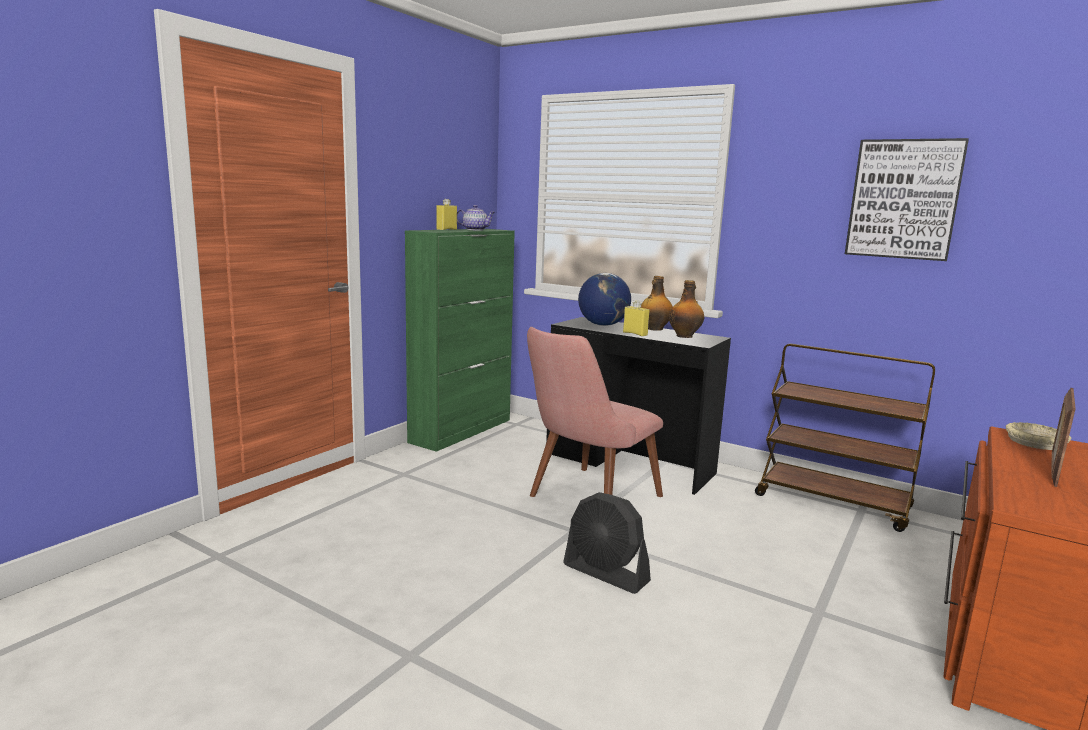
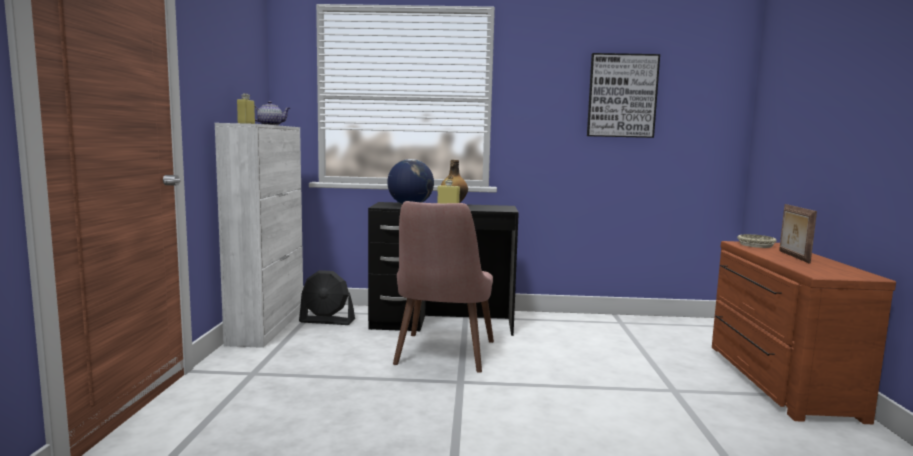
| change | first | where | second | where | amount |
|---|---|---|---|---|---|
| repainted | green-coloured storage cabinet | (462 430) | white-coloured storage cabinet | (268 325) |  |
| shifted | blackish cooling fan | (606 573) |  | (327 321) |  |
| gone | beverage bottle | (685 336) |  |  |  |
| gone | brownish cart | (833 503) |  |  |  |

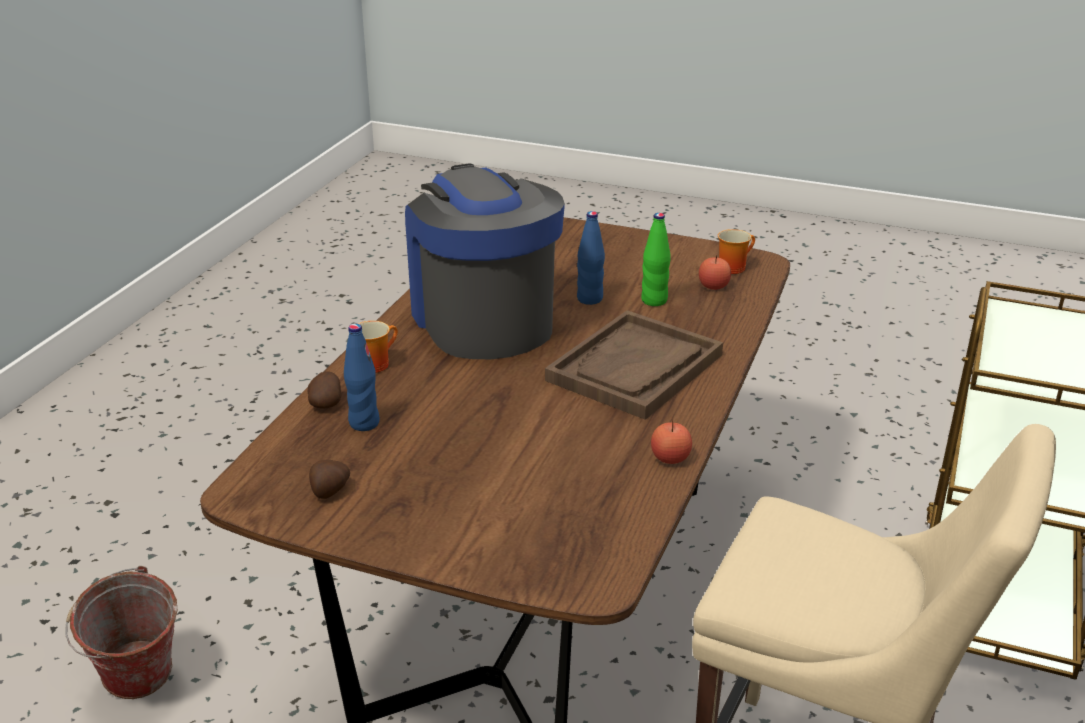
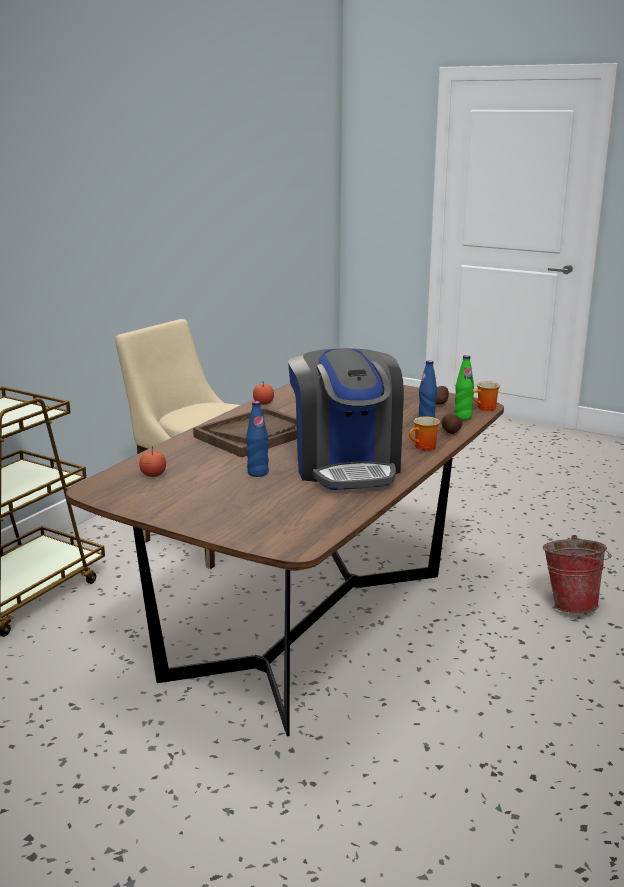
| change | first | where | second | where | amount |
|---|---|---|---|---|---|
| shifted | green-coloured beverage bottle | (654 300) |  | (462 417) |  |
| shifted | tea mug | (732 266) |  | (485 408) |  |

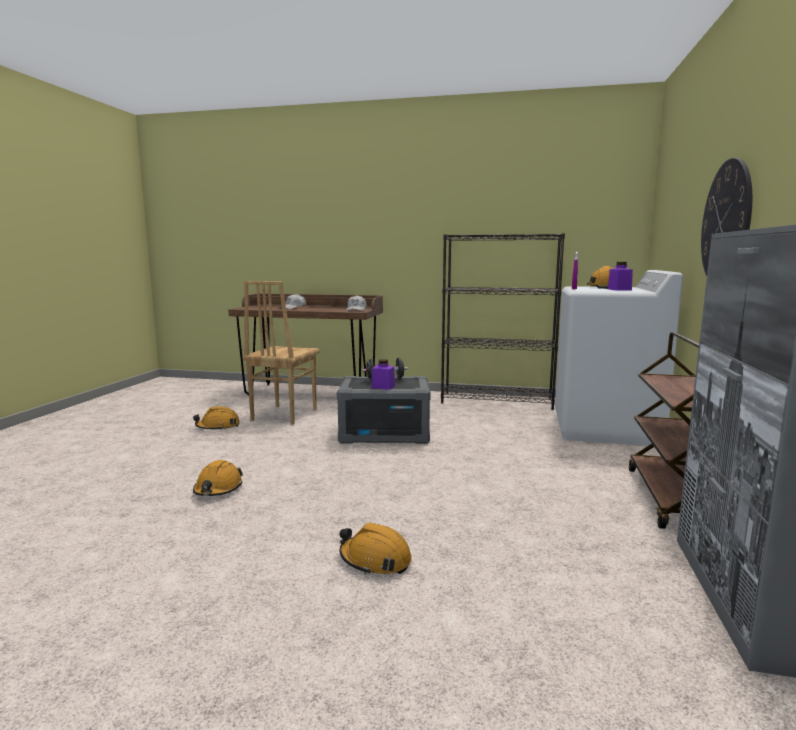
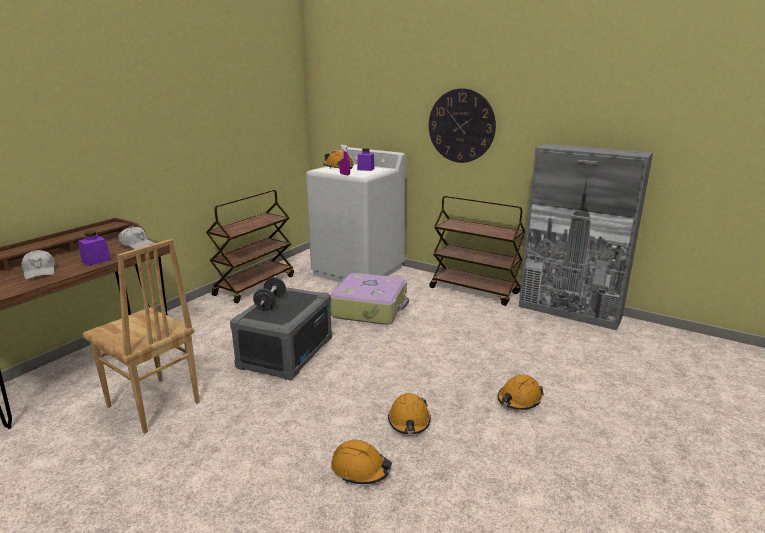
| change | first | where | second | where | amount |
|---|---|---|---|---|---|
| shifted | orange-coloured hard hat | (218 427) |  | (409 421) |  |
| shifted | purple storage jar | (383 387) |  | (96 260) |  |
| swapped | blackish bookcase | (497 401) | brownish cart | (255 285) |  |
| new |  |  | travel case | (370 308) |  |

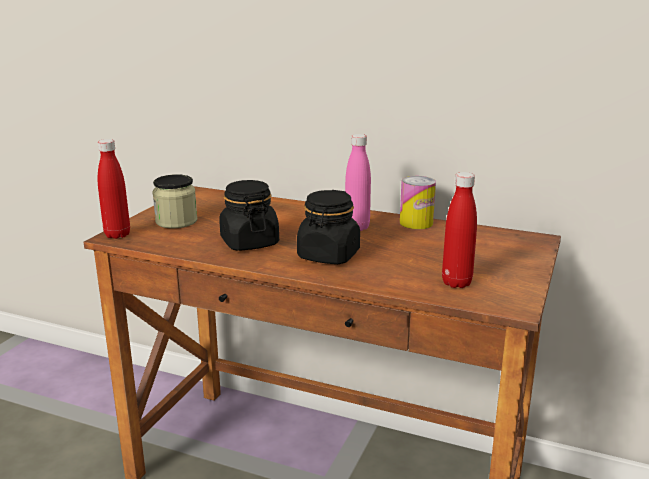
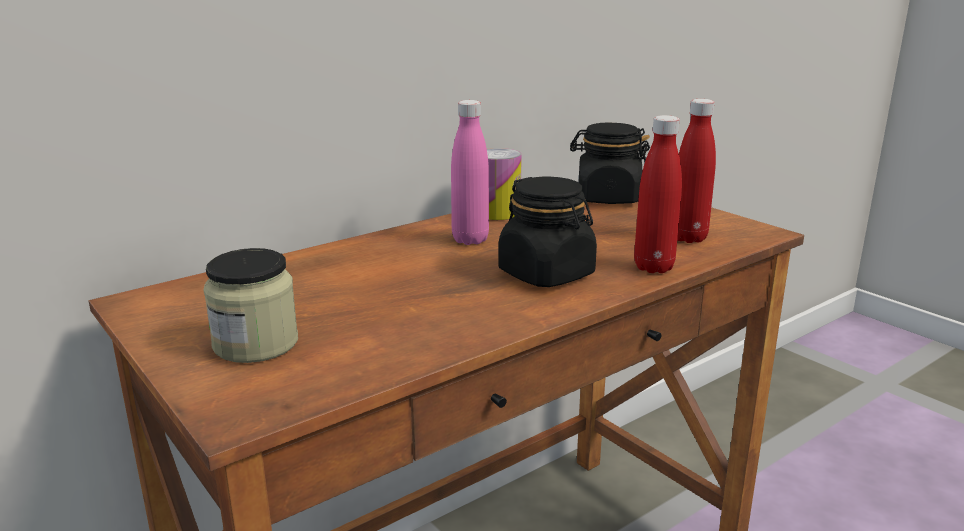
| change | first | where | second | where | amount |
|---|---|---|---|---|---|
| shifted | red beverage bottle | (117 235) |  | (653 267) |  |
| shifted | blackish storage jar | (249 242) |  | (607 198) |  |

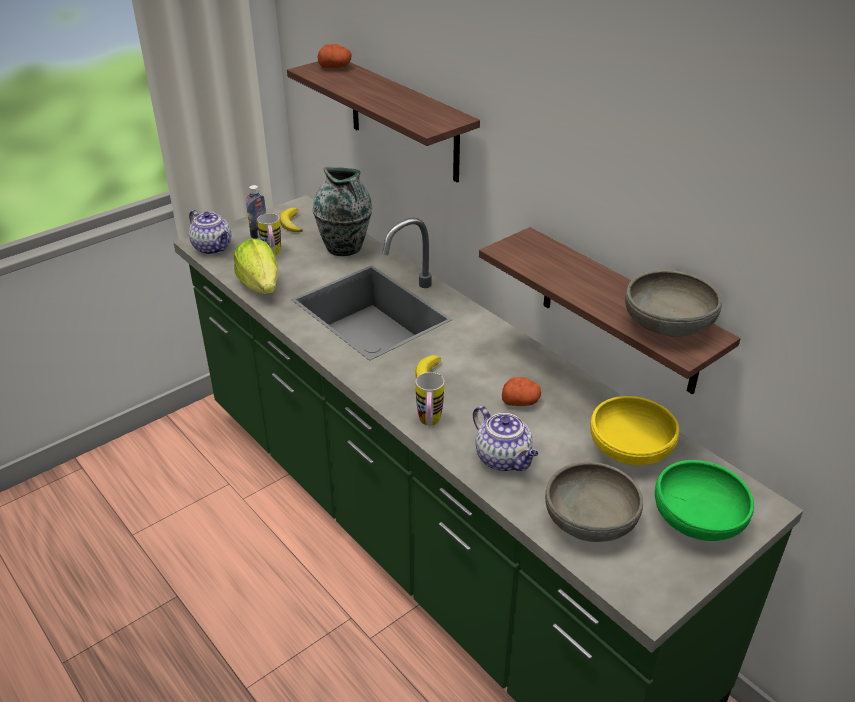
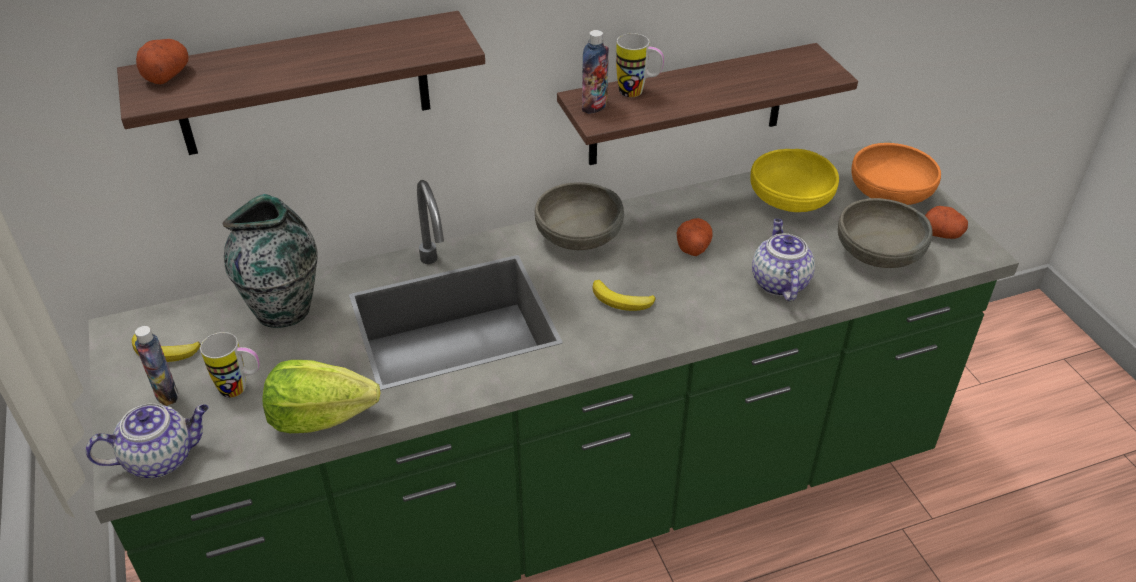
| change | first | where | second | where | amount |
|---|---|---|---|---|---|
| shifted | tea mug | (429 423) |  | (638 93) |  |
| rotated | pot for tea | (504 459) |  | (778 282) | 75 degrees counterclockwise |
| shifted | greyish deep dish | (667 325) |  | (579 236) |  |
| repainted | green-coloured deep dish | (697 519) | orange-coloured deep dish | (889 194) |  |
| new |  |  | beverage bottle | (594 107) |  |
| new |  |  | potato | (942 233) |  |

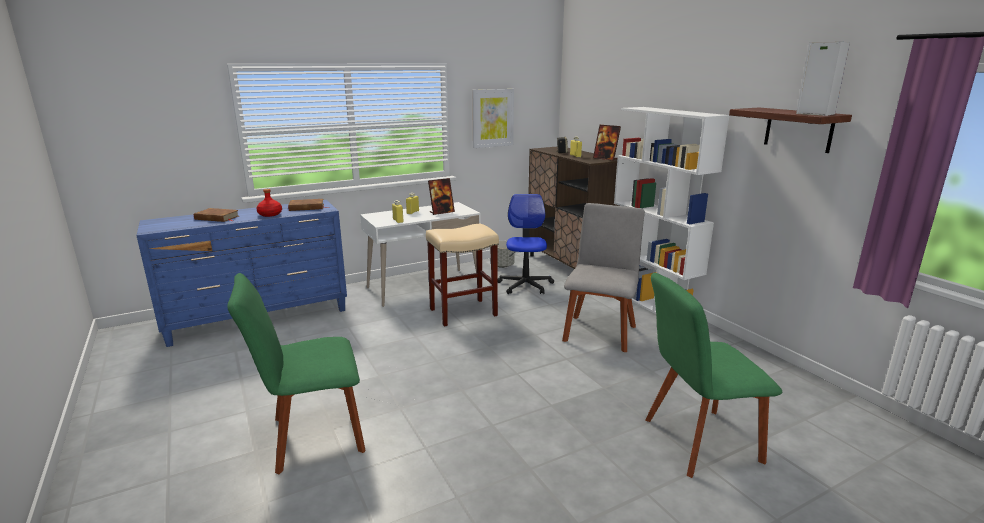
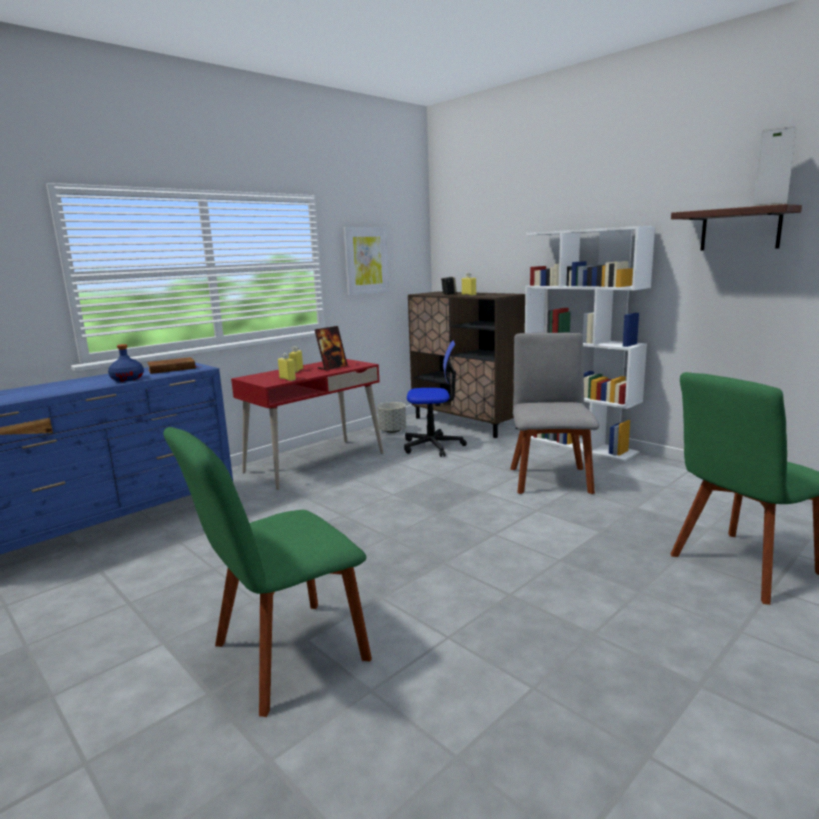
| change | first | where | second | where | amount |
|---|---|---|---|---|---|
| gone | brownish bound book | (217 218) |  |  |  |
| repainted | red beverage bottle | (270 214) | blue beverage bottle | (127 379) |  |
| repainted | white-coloured desk | (423 287) | red desk | (315 463) |  |
| gone | sand-coloured sitting stool | (462 313) |  |  |  |
| rotated | computer chair | (525 285) |  | (433 446) | 105 degrees clockwise |
| gone | picture frame | (605 158) |  |  |  |

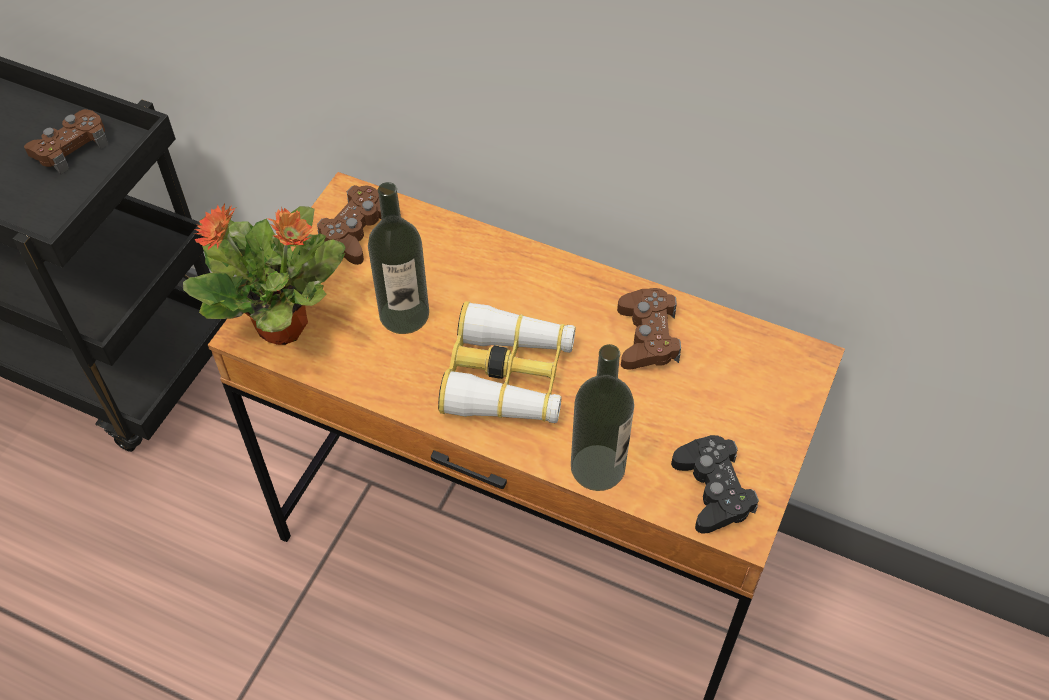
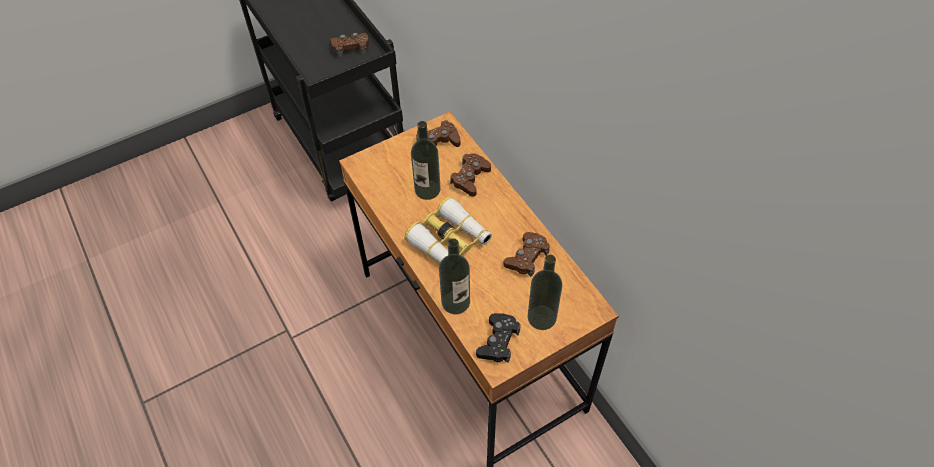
| change | first | where | second | where | amount |
|---|---|---|---|---|---|
| gone | plant in a pot | (284 326) |  |  |  |
| new |  |  | brownish game controller | (470 178) |  |
| new |  |  | beverage bottle | (542 317) |  |

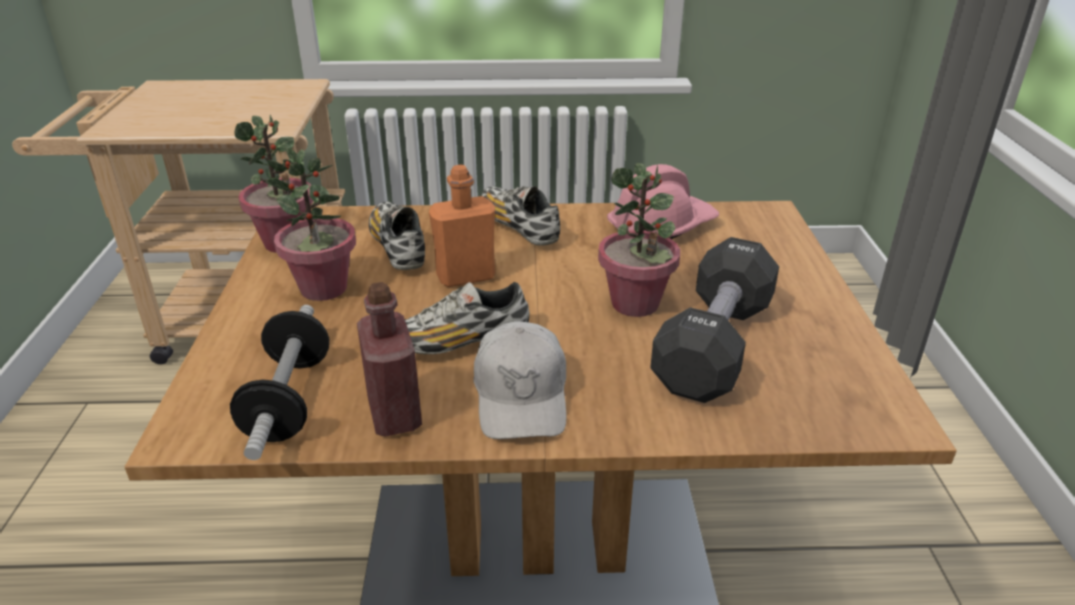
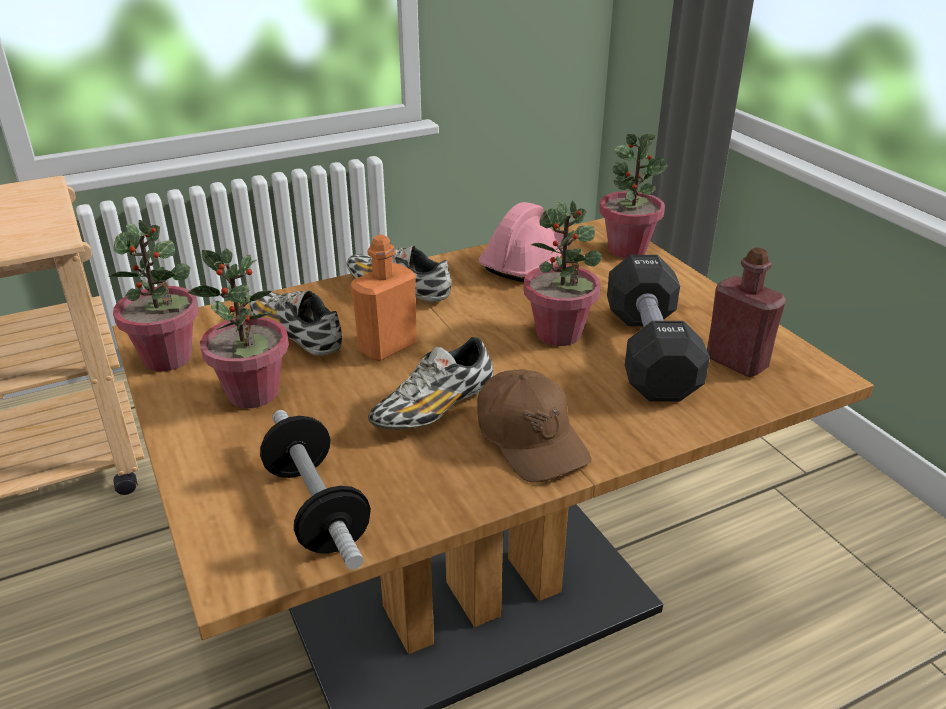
| change | first | where | second | where | amount |
|---|---|---|---|---|---|
| shifted | red beverage bottle | (394 414) |  | (736 362) |  |
| repainted | white-coloured baseball cap | (521 396) | brownish baseball cap | (530 439) |  |
| new |  |  | plant in a pot | (627 249) |  |

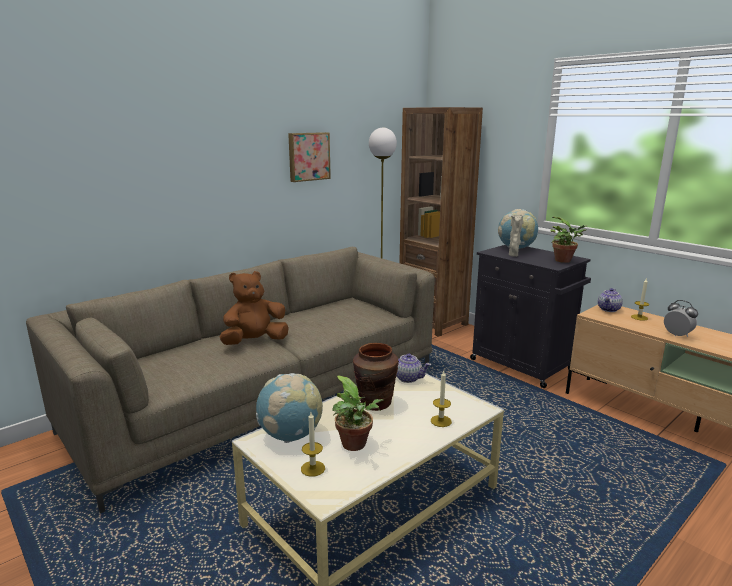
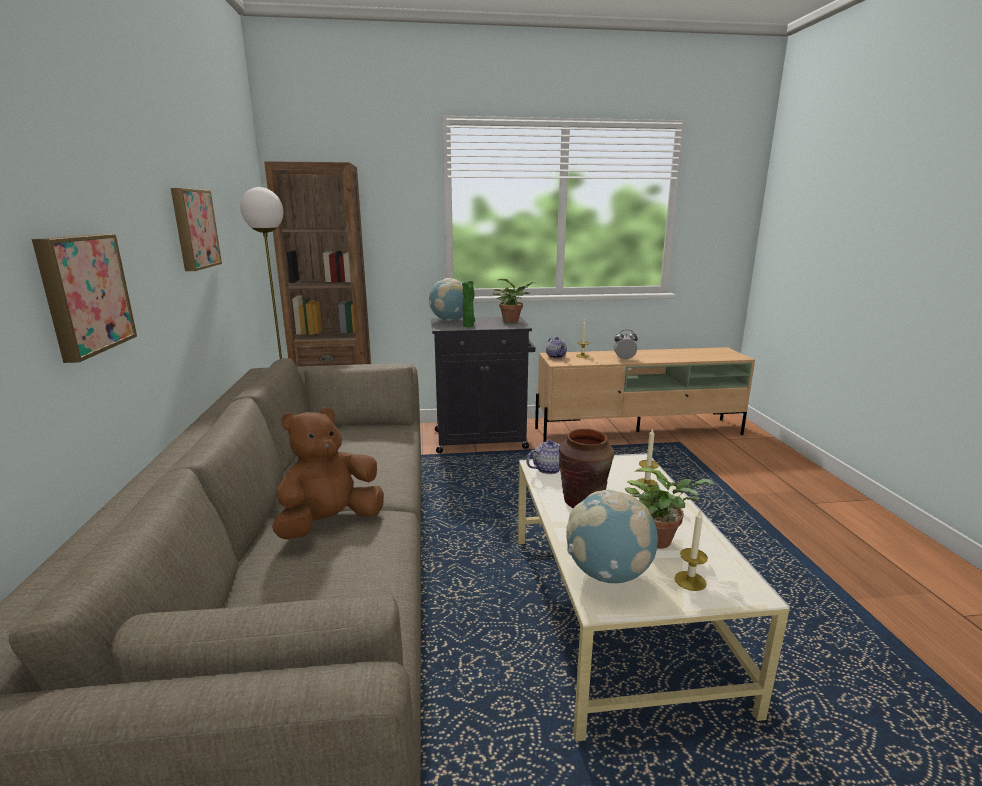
| change | first | where | second | where | amount |
|---|---|---|---|---|---|
| rotated | brownish plush toy | (254 342) |  | (330 523) | 45 degrees clockwise |
| repainted | sand-coloured vase | (513 255) | green-coloured vase | (469 326) |  |
| new |  |  | picture | (83 294) |  |

